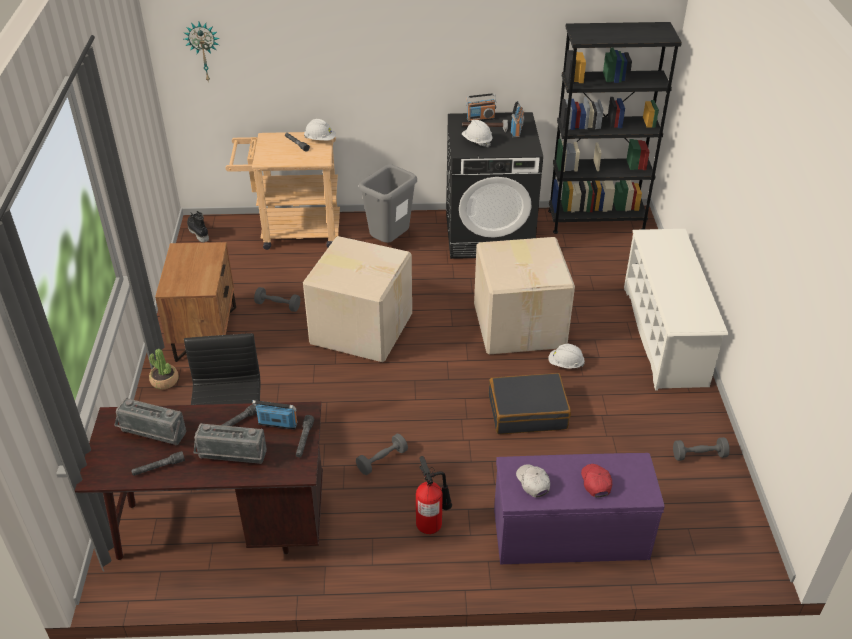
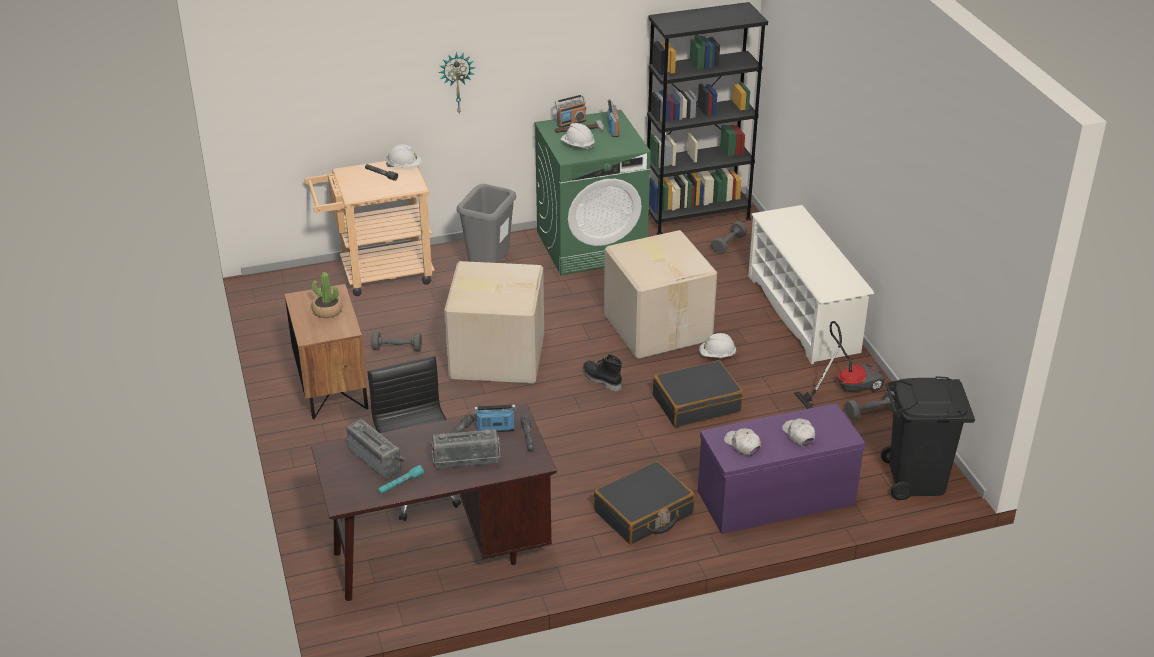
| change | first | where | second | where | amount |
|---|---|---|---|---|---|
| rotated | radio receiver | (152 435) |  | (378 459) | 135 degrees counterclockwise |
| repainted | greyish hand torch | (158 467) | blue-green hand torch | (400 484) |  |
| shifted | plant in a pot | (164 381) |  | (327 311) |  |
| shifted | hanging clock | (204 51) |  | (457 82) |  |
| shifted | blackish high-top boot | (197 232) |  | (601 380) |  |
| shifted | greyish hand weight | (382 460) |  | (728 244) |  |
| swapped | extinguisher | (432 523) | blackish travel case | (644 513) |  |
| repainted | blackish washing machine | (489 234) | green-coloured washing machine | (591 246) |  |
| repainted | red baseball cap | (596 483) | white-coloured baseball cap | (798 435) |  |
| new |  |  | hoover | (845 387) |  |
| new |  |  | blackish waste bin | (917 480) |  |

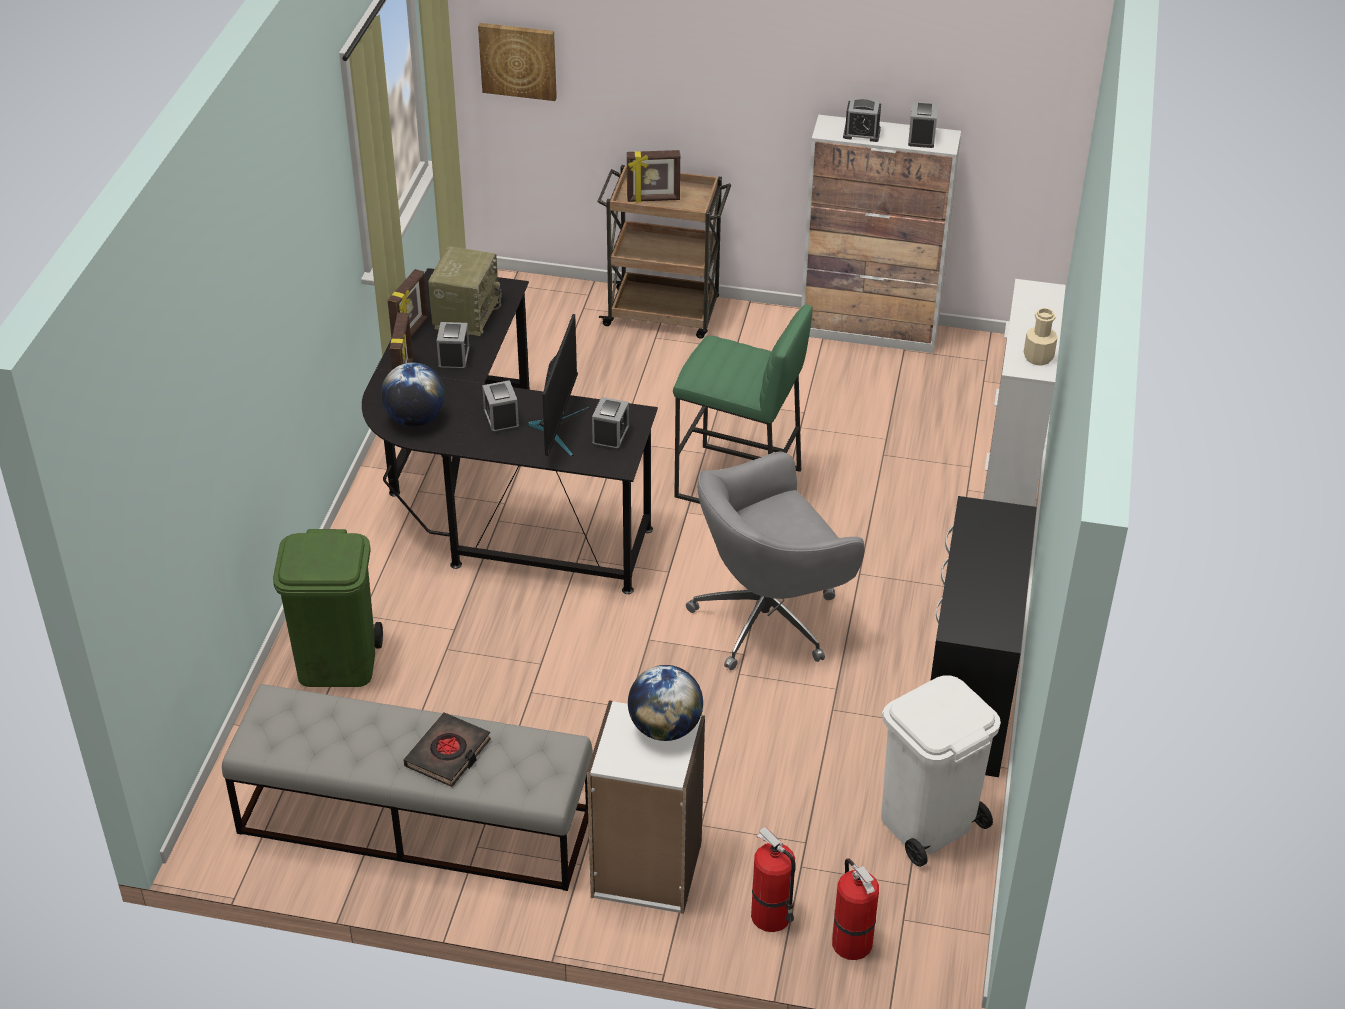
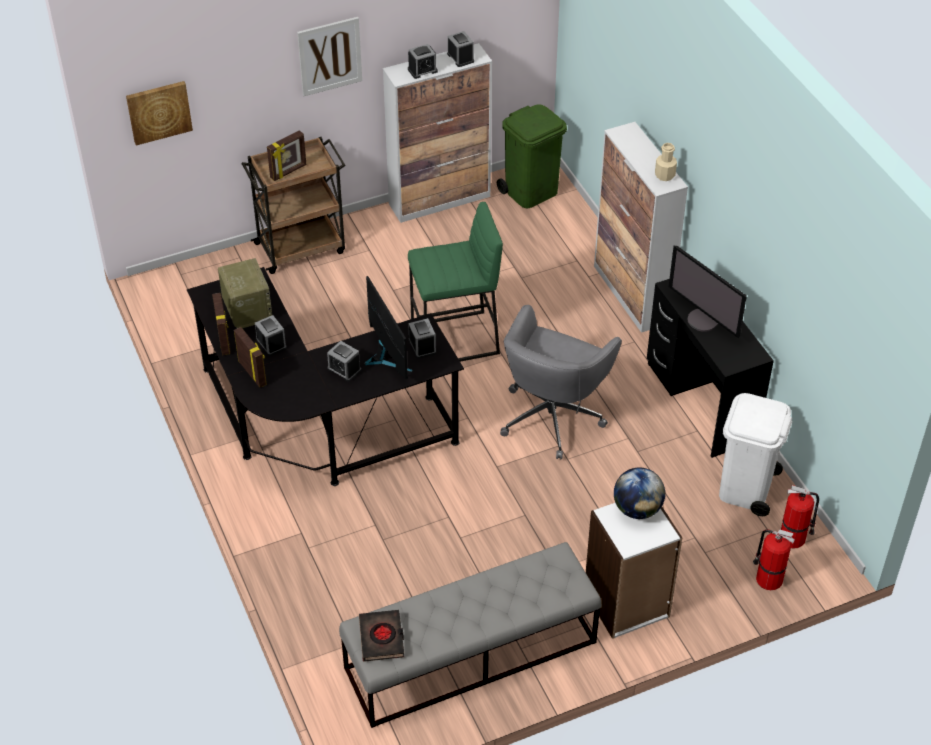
| change | first | where | second | where | amount |
|---|---|---|---|---|---|
| shifted | green-coloured waste bin | (338 664) |  | (531 192) |  |
| gone | desk globe | (415 419) |  |  |  |
| shifted | blackish bound book | (448 754) |  | (382 638) |  |
| shifted | extinguisher | (772 916) |  | (793 538) |  |
| new |  |  | picture | (329 56) |  |
| new |  |  | computer display | (704 320) |  |

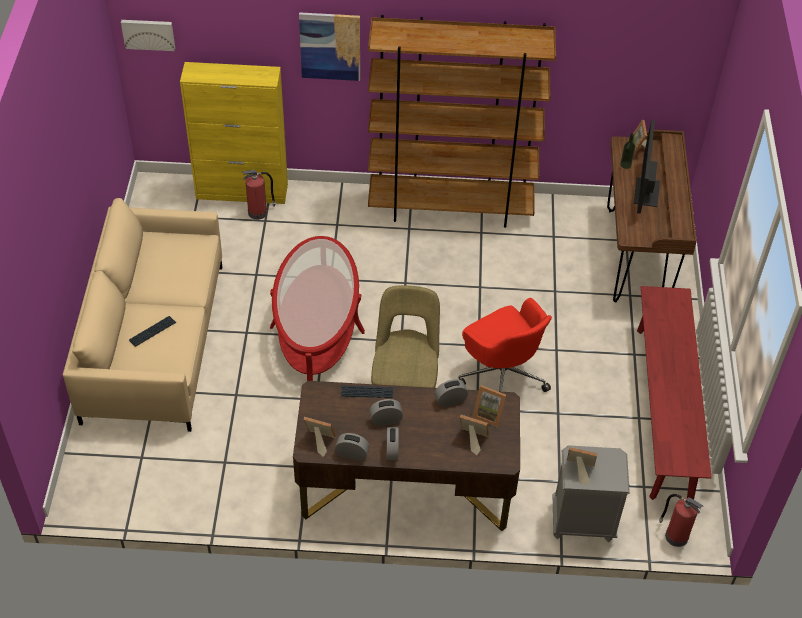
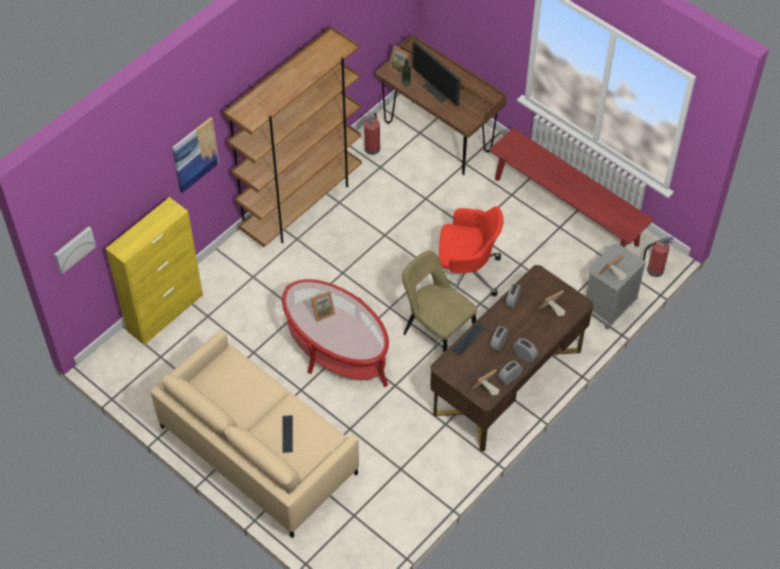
| change | first | where | second | where | amount |
|---|---|---|---|---|---|
| shifted | extinguisher | (258 212) |  | (372 148) |  |
| shifted | picture frame | (489 414) |  | (322 312) |  |

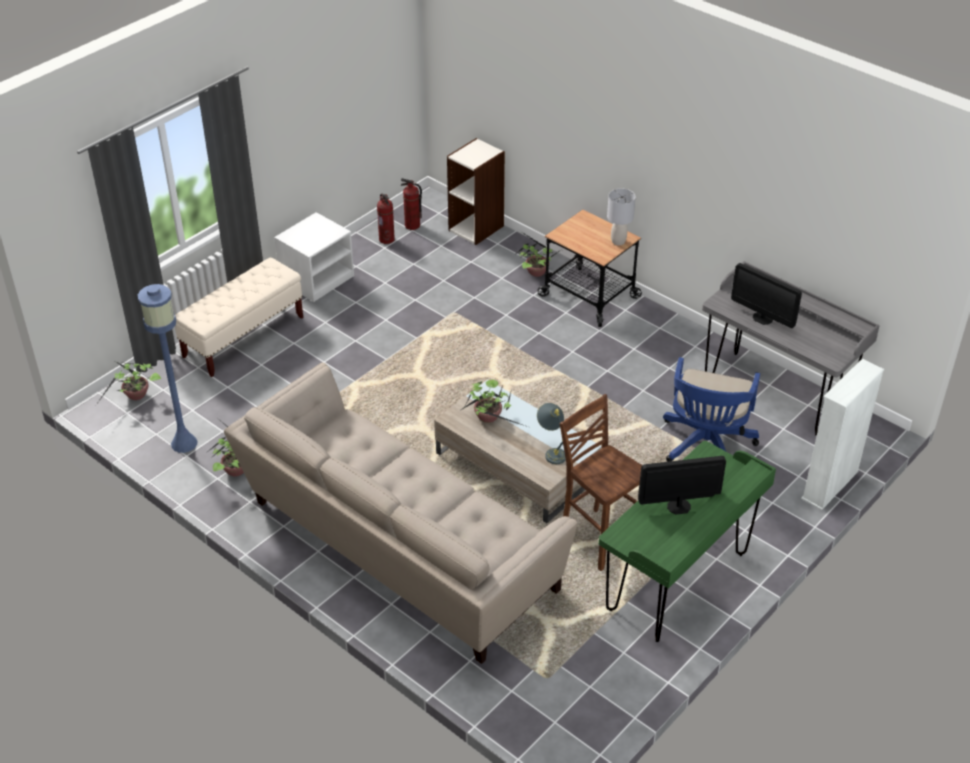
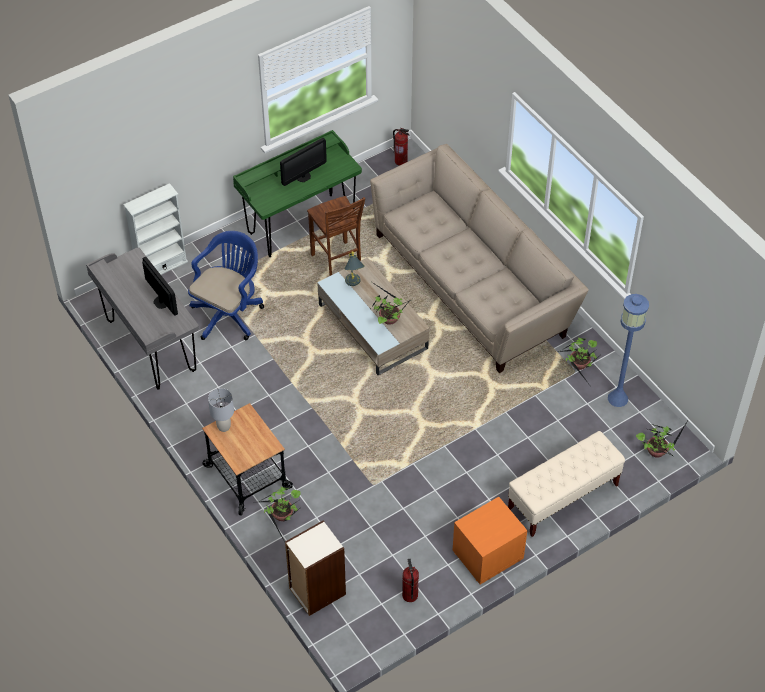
| change | first | where | second | where | amount |
|---|---|---|---|---|---|
| repainted | white-coloured nightstand | (317 279) | orange-coloured nightstand | (487 555) |  |
| shifted | extinguisher | (412 226) |  | (401 161) |  |
| rotated | computer display | (679 506) |  | (303 176) | 45 degrees counterclockwise |

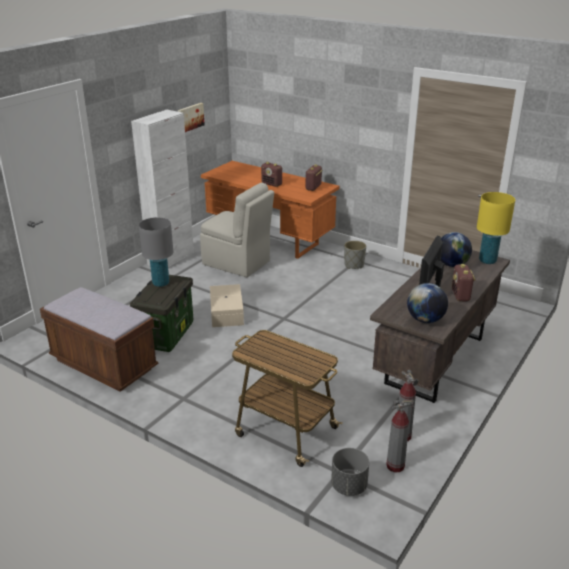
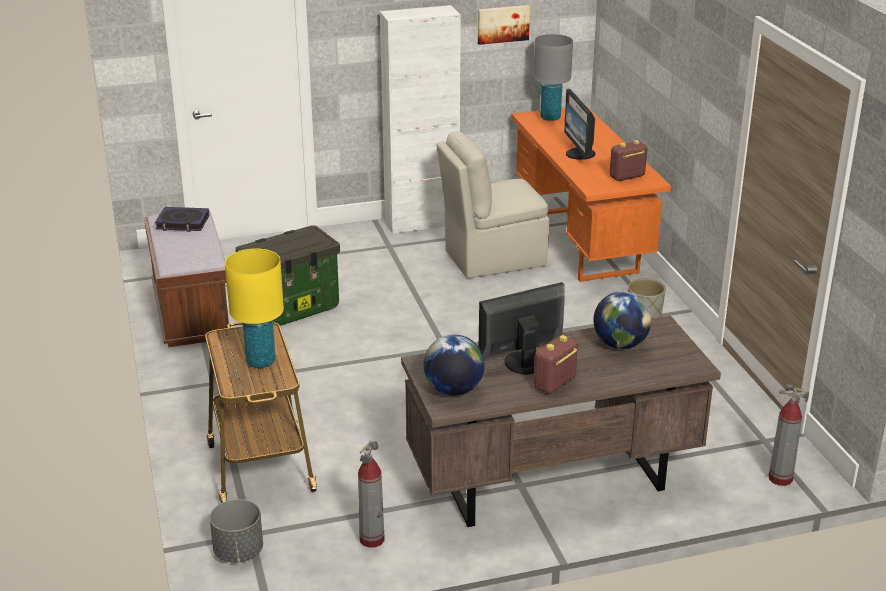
| change | first | where | second | where | amount |
|---|---|---|---|---|---|
| shifted | greyish tabletop lamp | (160 283) |  | (550 117) |  |
| rotated | sand-coloured upright chair | (237 263) |  | (492 258) | 90 degrees clockwise |
| gone | sand-coloured storage container | (226 313) |  |  |  |
| swapped | radio receiver | (272 184) | computer display | (579 154) |  |
| shifted | extinguisher | (395 466) |  | (780 478) |  |
| shifted | yellow-coloured tabletop lamp | (487 261) |  | (260 361) |  |
| new |  |  | bound book | (182 223) |  |

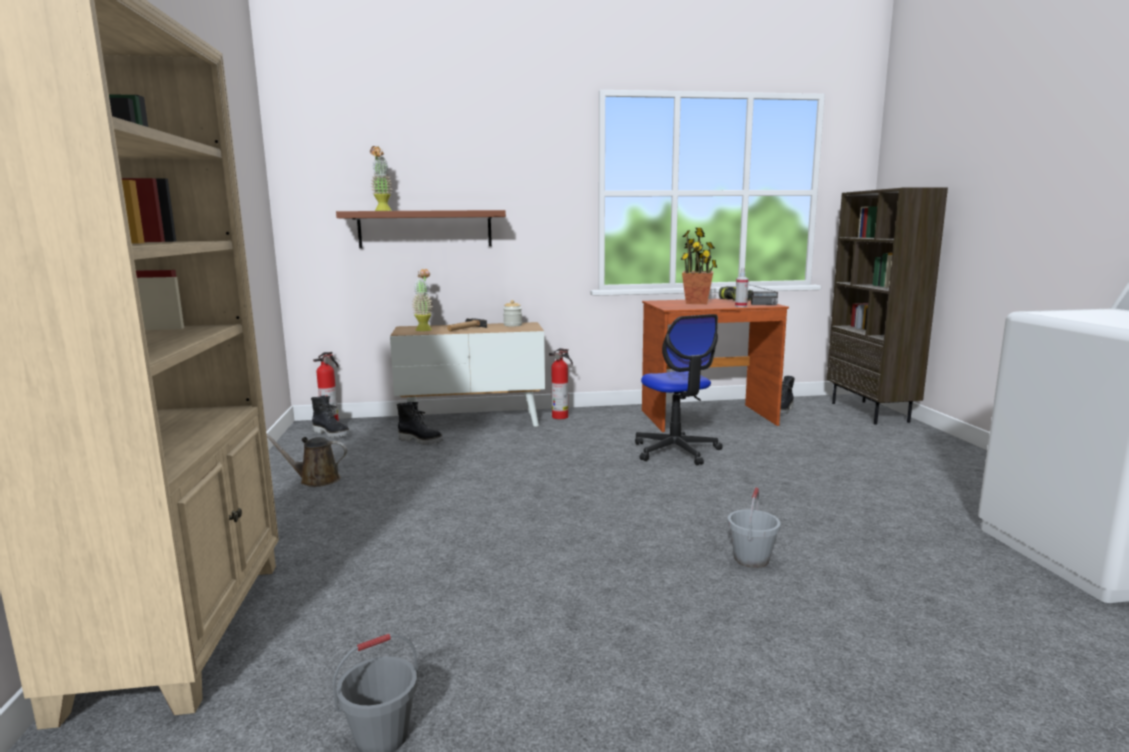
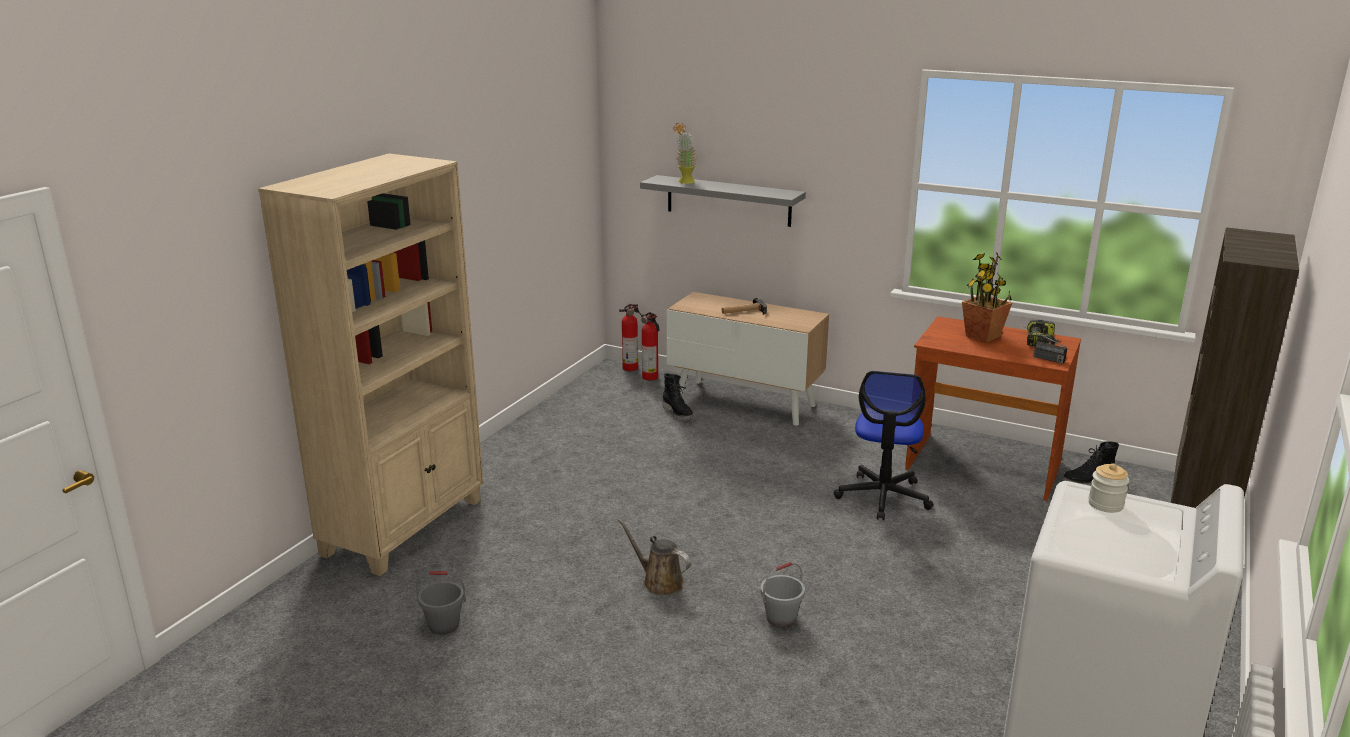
| change | first | where | second | where | amount |
|---|---|---|---|---|---|
| shifted | brownish sprinkling can | (316 480) |  | (659 581) |  |
| gone | blackish high-top boot | (332 434) |  |  |  |
| repainted | brownish wall shelf | (425 229) | greyish wall shelf | (728 200) |  |
| gone | plant in a pot | (424 329) |  |  |  |
| shifted | storage jar | (513 325) |  | (1105 504) |  |
| shifted | extinguisher | (561 417) |  | (651 377) |  |
| gone | sprayer | (741 306) |  |  |  |

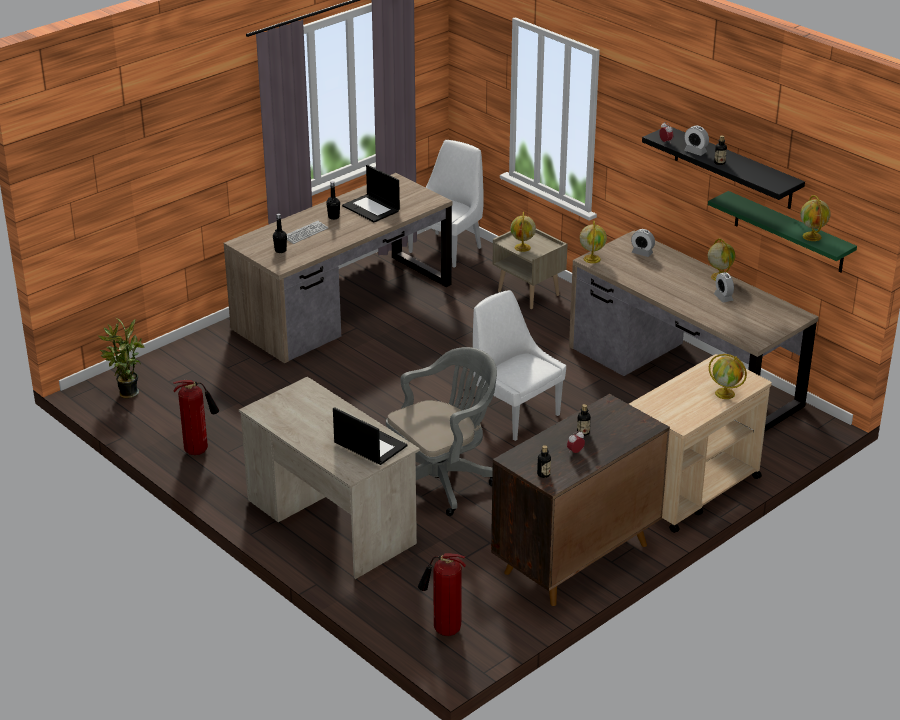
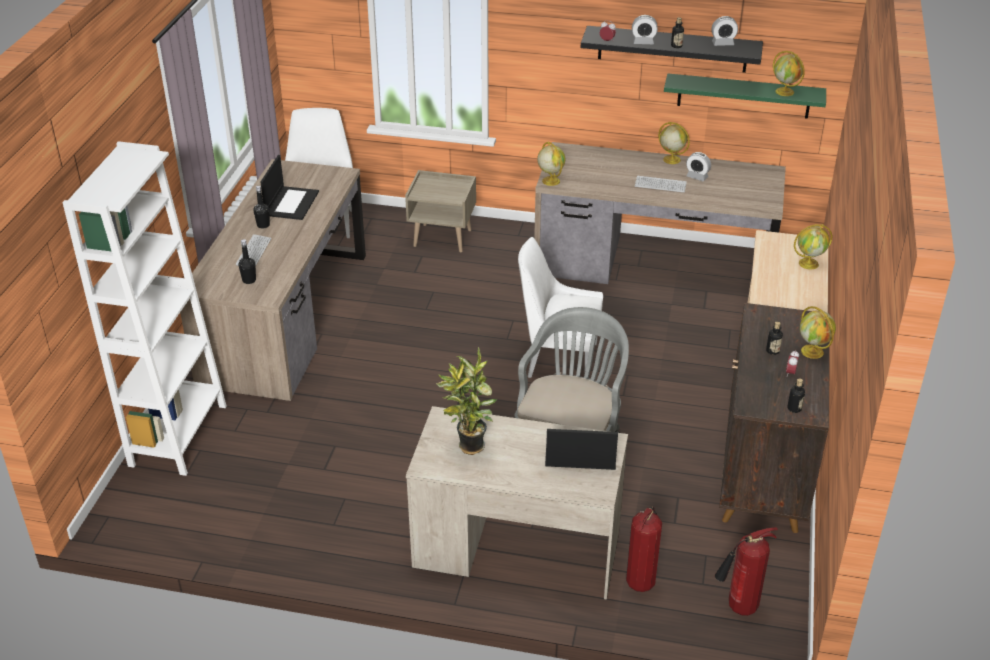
| change | first | where | second | where | amount |
|---|---|---|---|---|---|
| shifted | plant in a pot | (126 393) |  | (469 448) |  |
| shifted | extinguisher | (199 450) |  | (641 581) |  |
| rotated | laptop | (372 208) |  | (291 203) | 90 degrees counterclockwise |
| shifted | desk globe | (522 248) |  | (813 352) |  |
| shifted | table clock | (642 253) |  | (722 43) |  |
| new |  |  | white-coloured bookcase | (178 435) |  |
| new |  |  | PC keyboard | (660 185) |  |

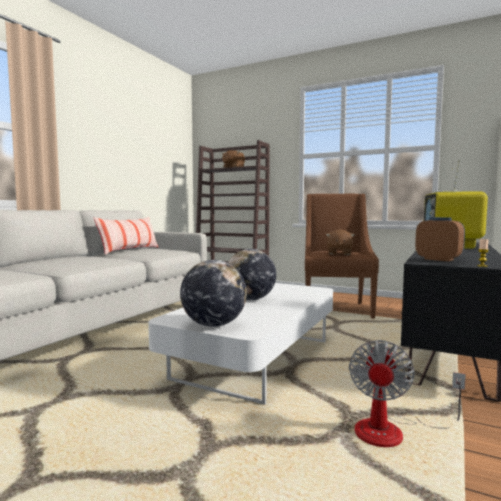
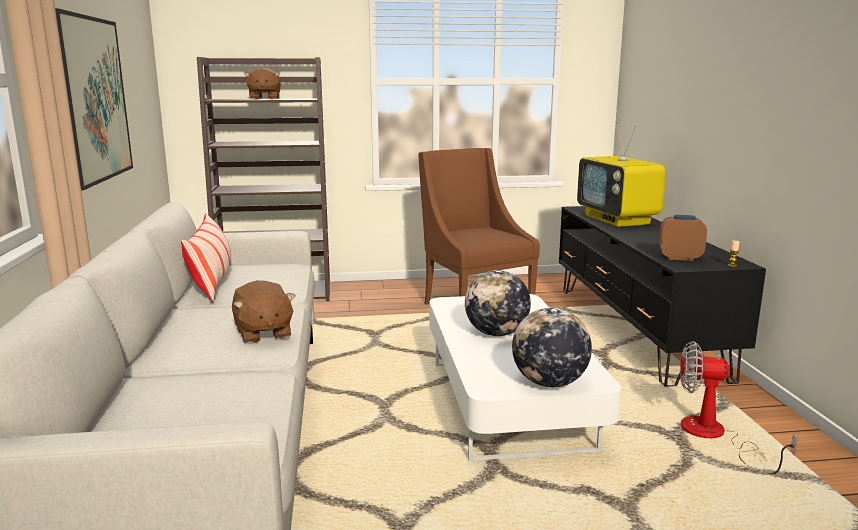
| change | first | where | second | where | amount |
|---|---|---|---|---|---|
| shifted | brownish plush toy | (339 253) |  | (263 333) |  |
| rotated | cooling fan | (393 431) |  | (714 437) | 120 degrees clockwise |
| new |  |  | picture | (91 99) |  |

